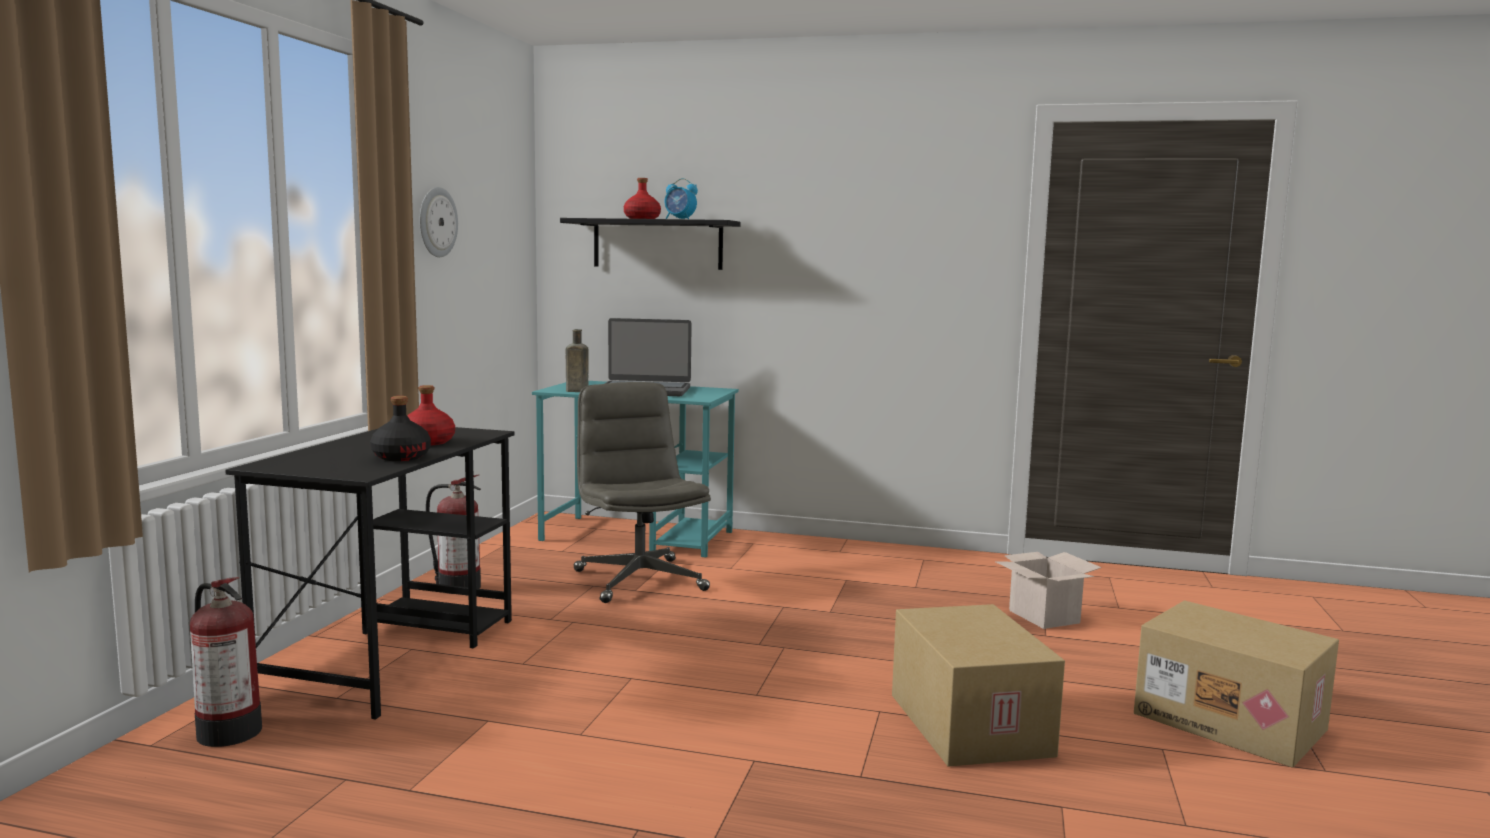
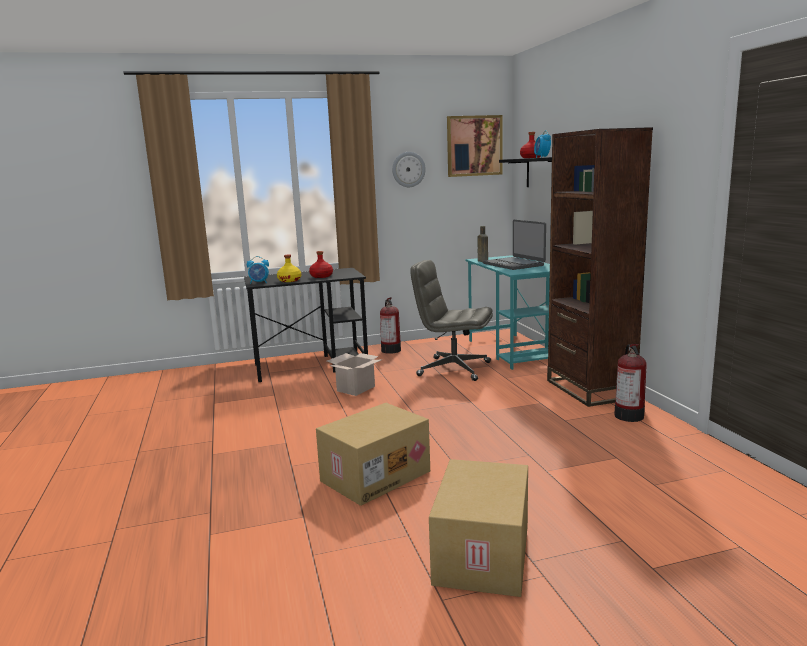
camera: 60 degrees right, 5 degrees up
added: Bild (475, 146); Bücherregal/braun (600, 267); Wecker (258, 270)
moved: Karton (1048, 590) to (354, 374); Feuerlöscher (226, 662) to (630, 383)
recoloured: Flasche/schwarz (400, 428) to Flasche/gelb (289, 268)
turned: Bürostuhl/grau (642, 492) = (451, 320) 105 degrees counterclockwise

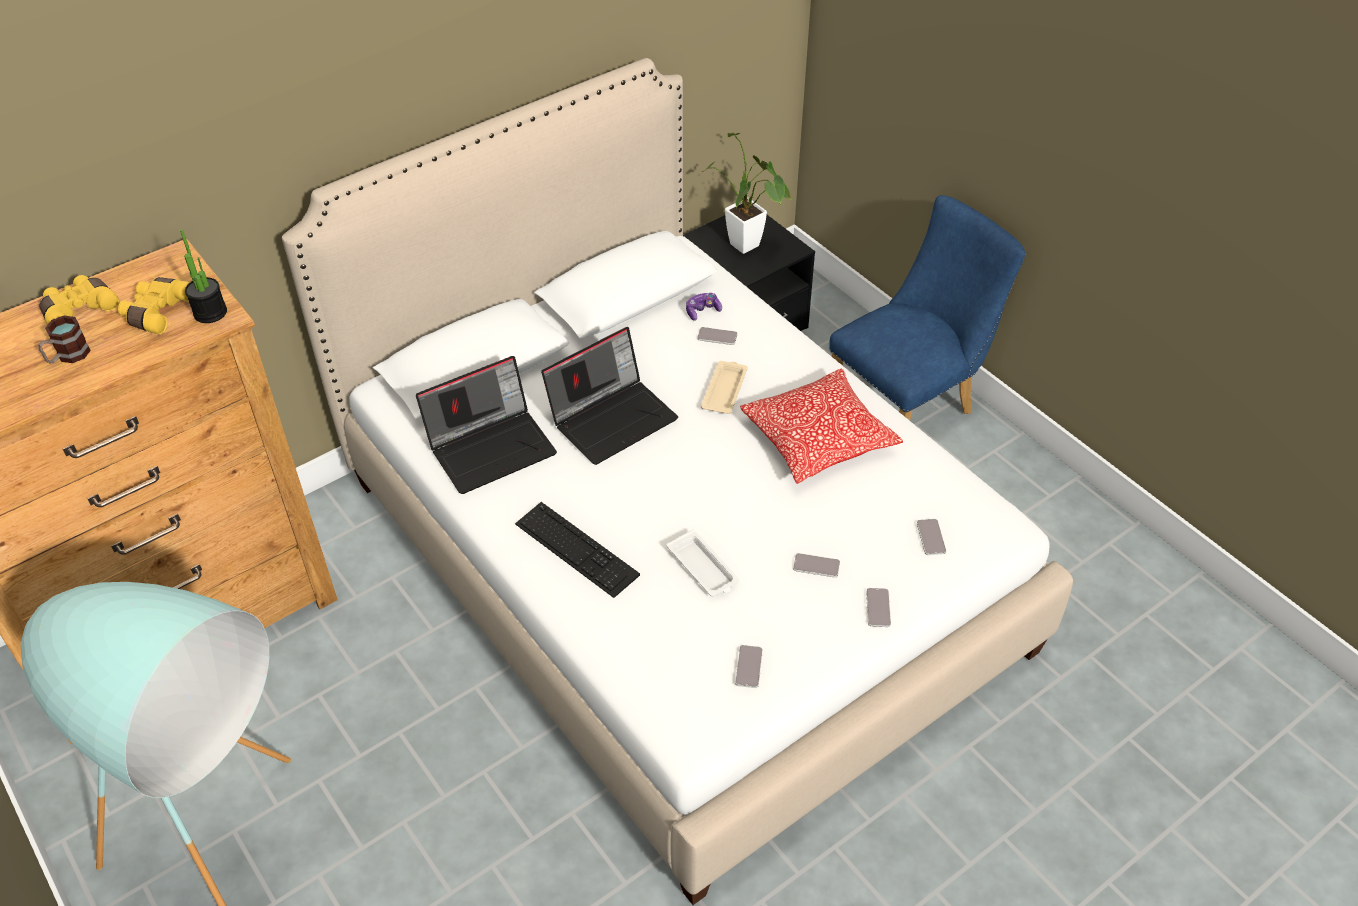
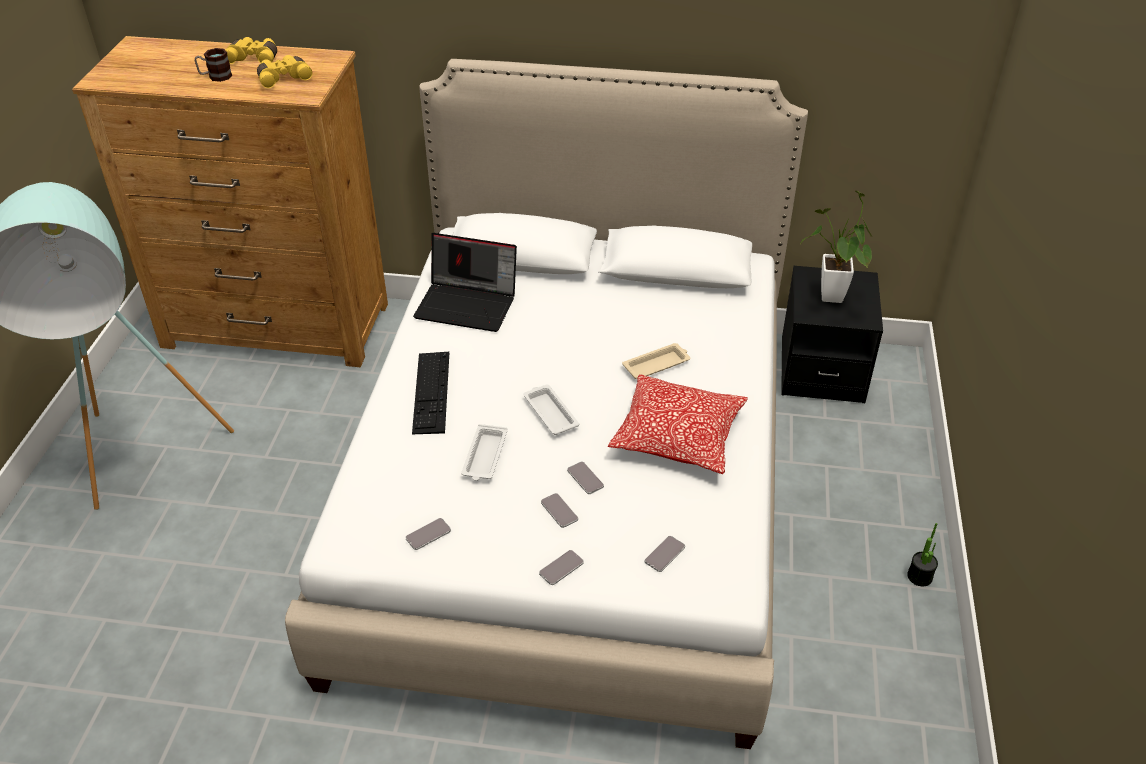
camera: 45 degrees right, 5 degrees down
removed: Stuhl/blau (927, 308); Gamepad (704, 307); Laptop (609, 396)
added: Tablett/weiß (551, 410)
moved: Topfpflanze (203, 276) to (922, 554); Handy (717, 336) to (585, 478)

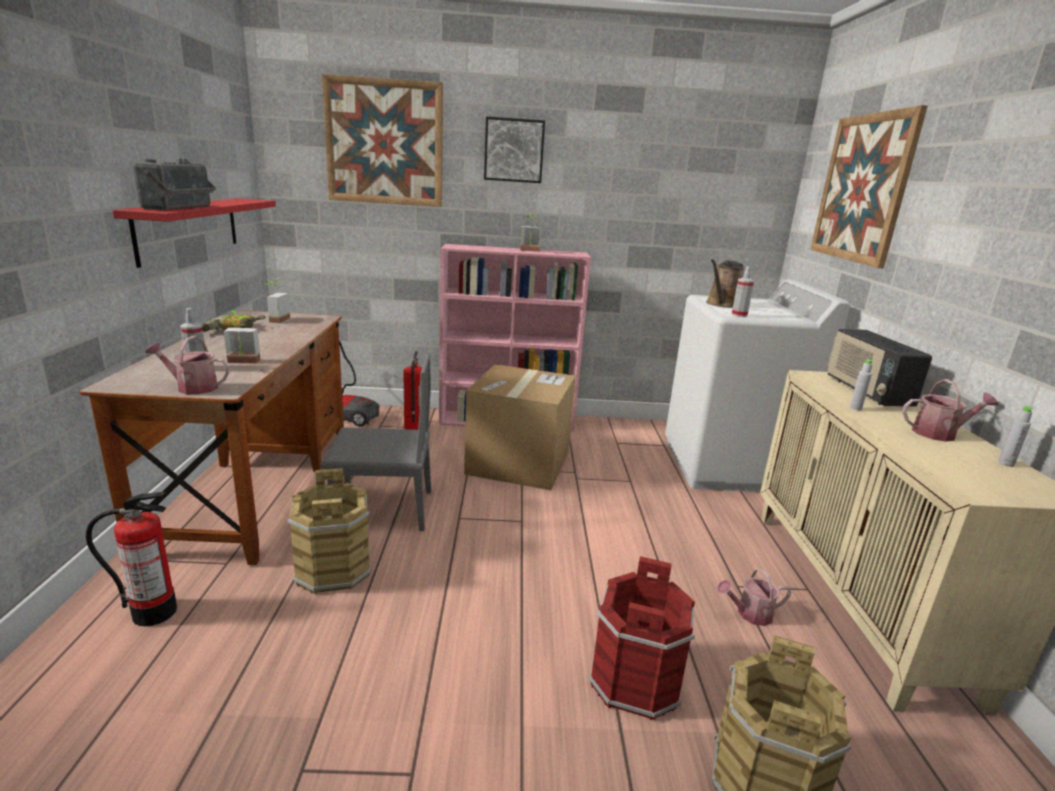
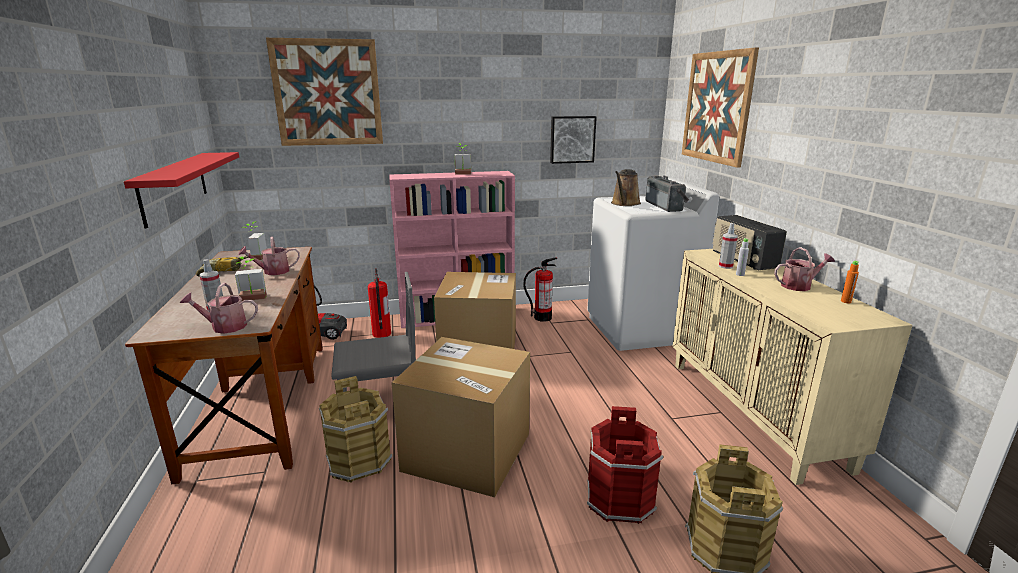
camera: 10 degrees left, 0 degrees up
added: Karton (460, 417)
moved: Bild (514, 150) to (573, 140); Radio (174, 185) to (667, 193); Sprühflasche (742, 291) to (728, 246); Feuerlöscher (131, 559) to (540, 289); Gießkanne (754, 597) to (269, 256)
recoloured: Flasche/grau (1015, 436) to Flasche/orange (850, 282)

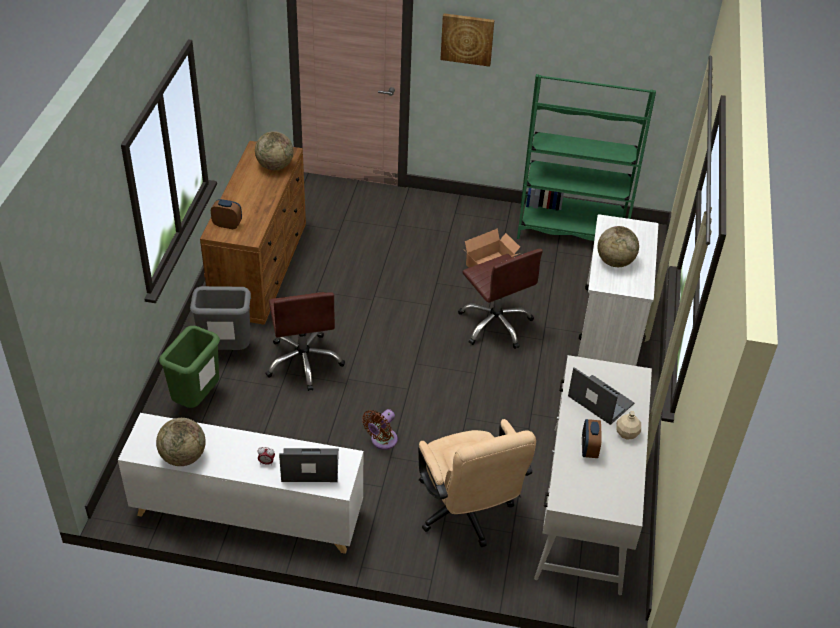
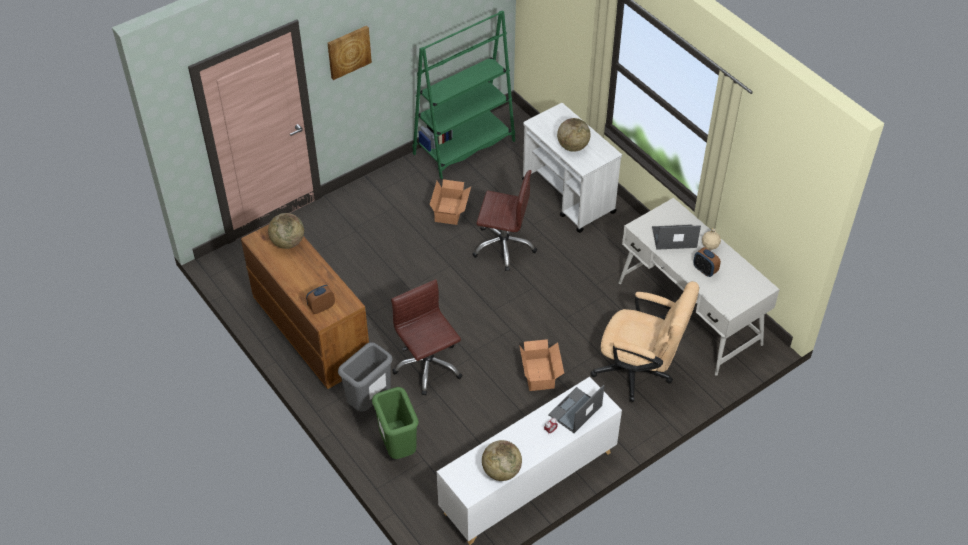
camera: 45 degrees left, 5 degrees up
replaced: Ventilator/braun (380, 429) to Karton (541, 365)
turned: Bürostuhl/braun (305, 341) = (427, 337) 150 degrees counterclockwise

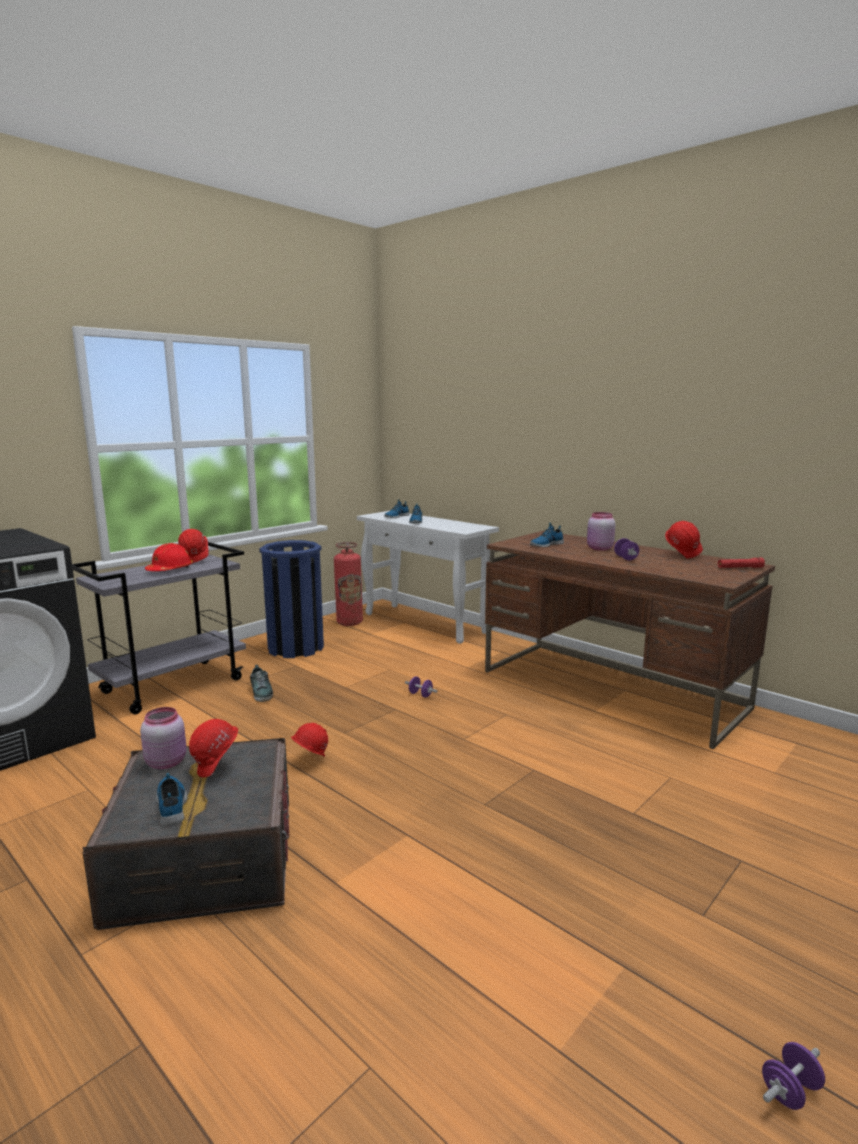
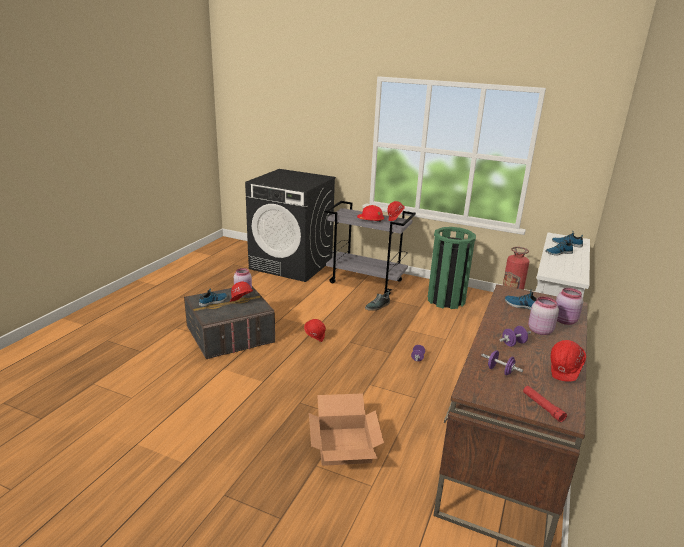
camera: 70 degrees right, 10 degrees up
added: Vorratsglas/rosa (569, 306); Karton (346, 429)
moved: Hantel/lila (793, 1076) to (502, 363)
recoloured: Mülleimer/blau (291, 599) to Mülleimer/grün (452, 268)

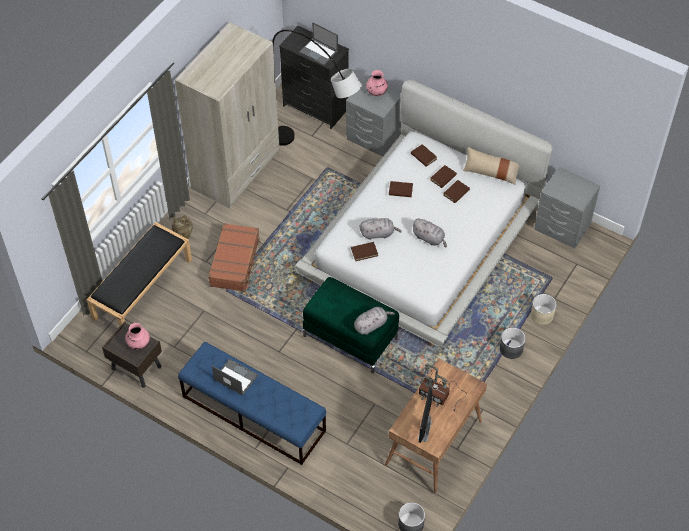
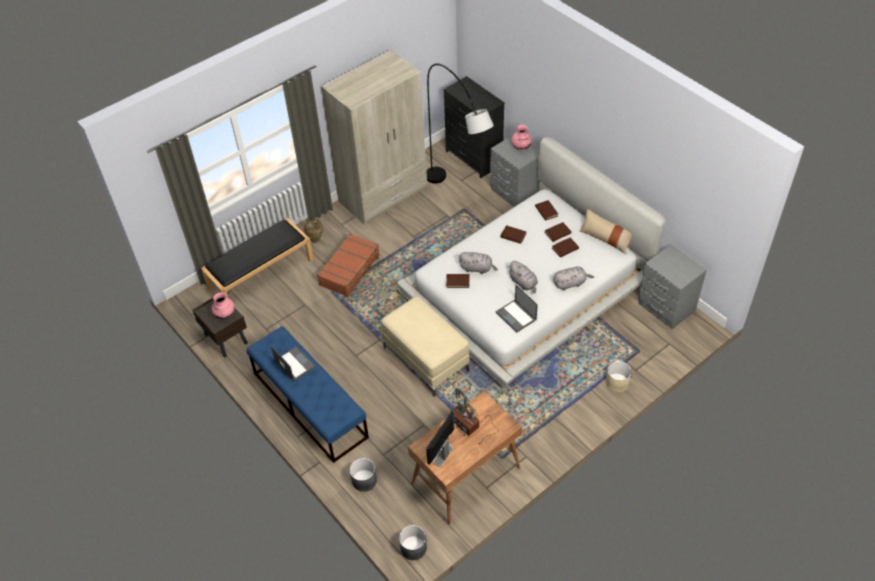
camera: 20 degrees right, 5 degrees down
moved: Laptop (318, 44) to (517, 309); Plüschtier/grau (374, 321) to (573, 278); Pflanzkübel/grau (513, 343) to (363, 475)
recoloured: Polsterhocker/grün (351, 325) to Polsterhocker/beige (425, 346)

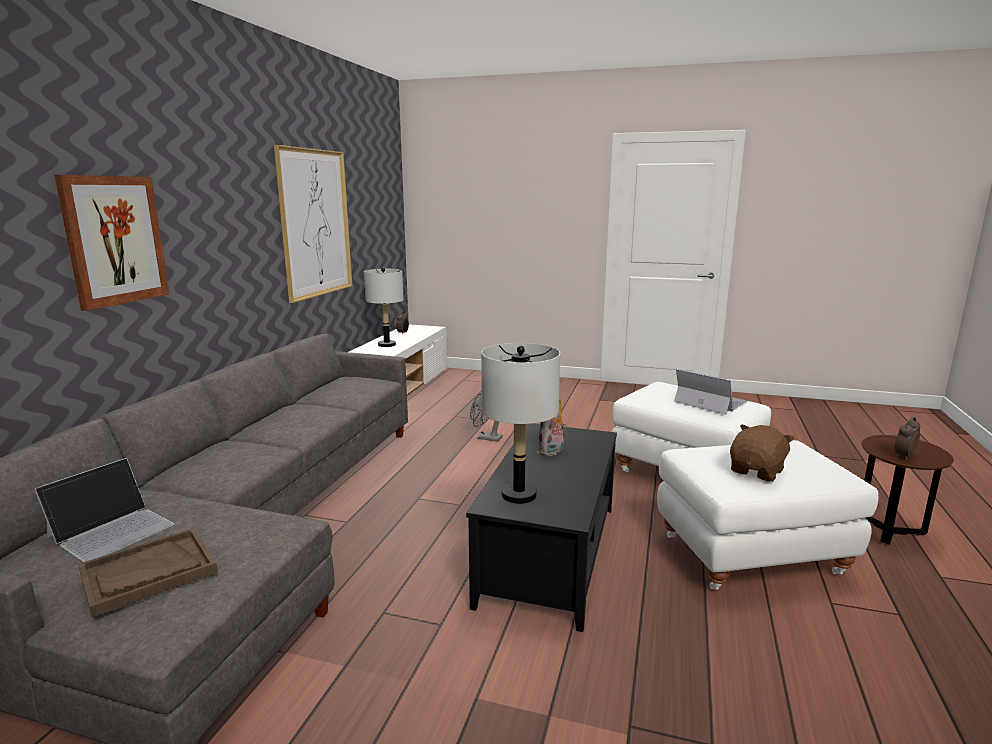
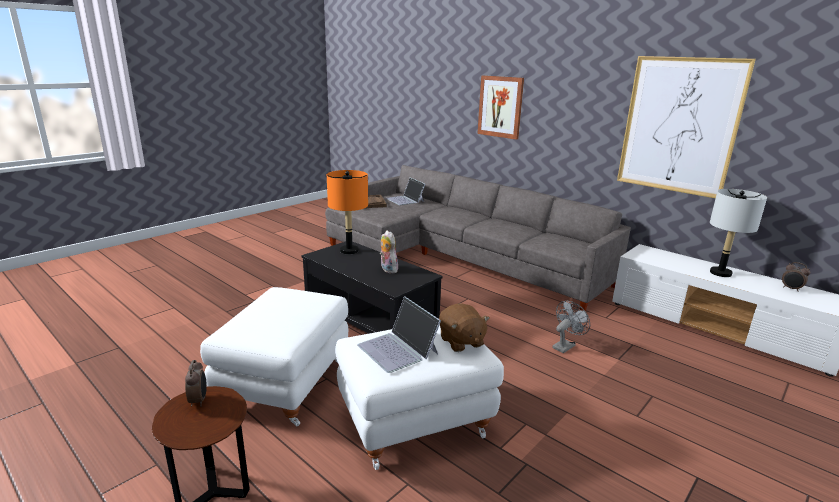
camera: 115 degrees right, 5 degrees up
moved: Plüschtier/braun (762, 453) to (464, 328)
recoloured: Tischlampe/grau (520, 423) to Tischlampe/orange (347, 212)
turned: Laptop (711, 392) = (399, 334) 75 degrees clockwise

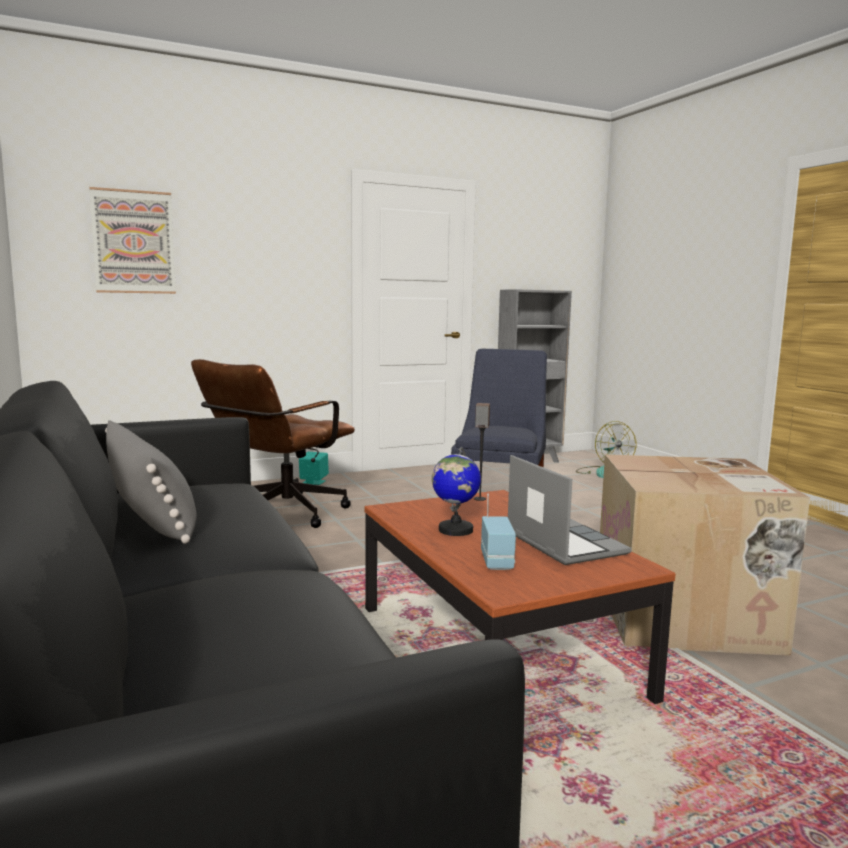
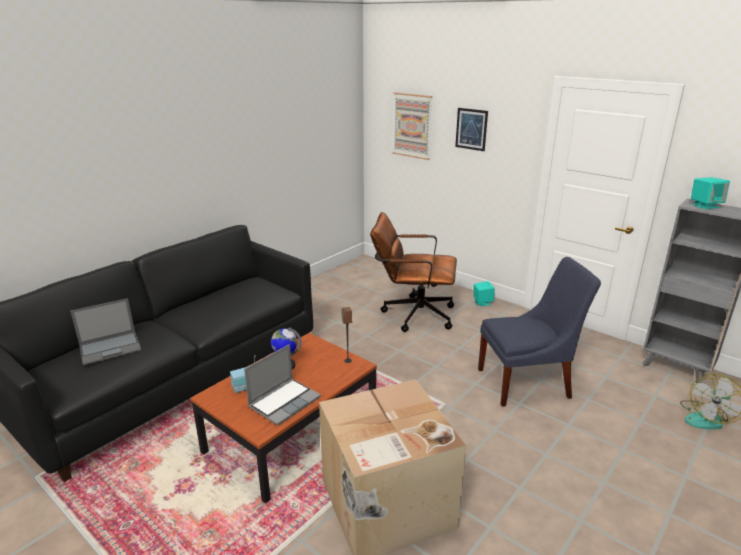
camera: 65 degrees right, 15 degrees up
removed: Kissen/grau (151, 482)
added: Bild (471, 129); Lautsprecher/türkis (710, 193); Laptop (105, 331)

